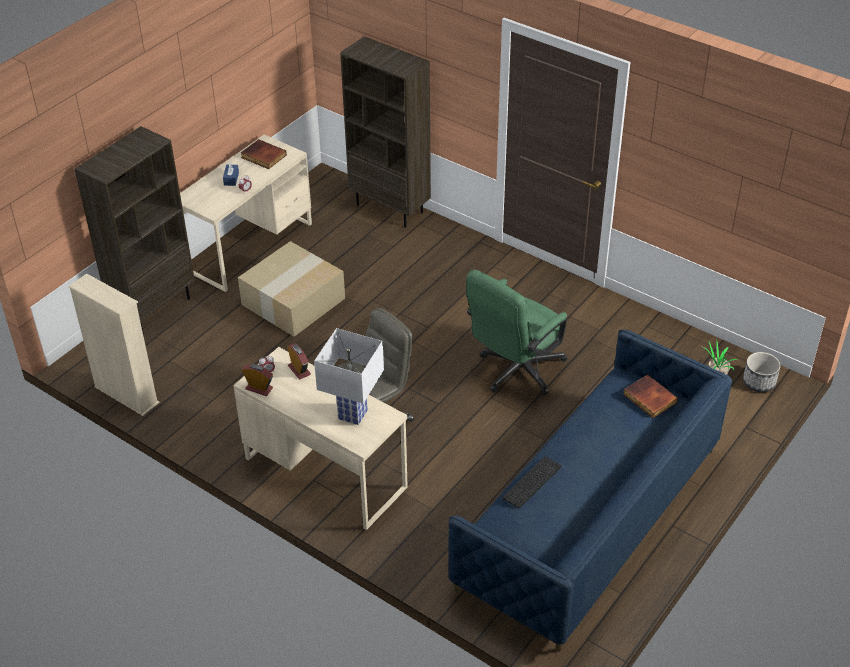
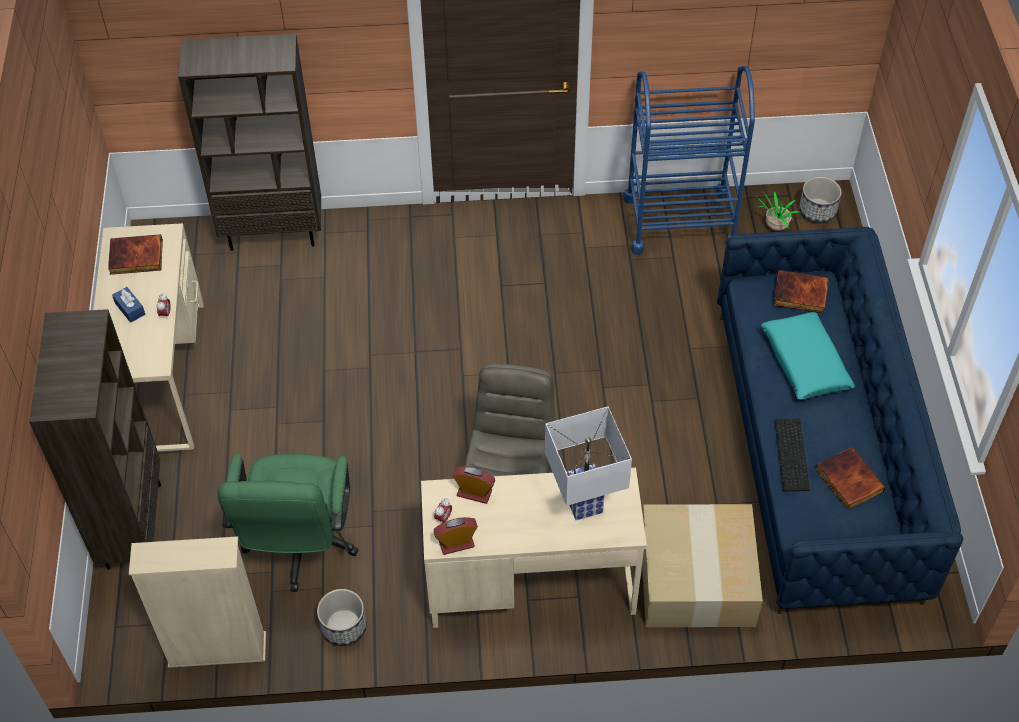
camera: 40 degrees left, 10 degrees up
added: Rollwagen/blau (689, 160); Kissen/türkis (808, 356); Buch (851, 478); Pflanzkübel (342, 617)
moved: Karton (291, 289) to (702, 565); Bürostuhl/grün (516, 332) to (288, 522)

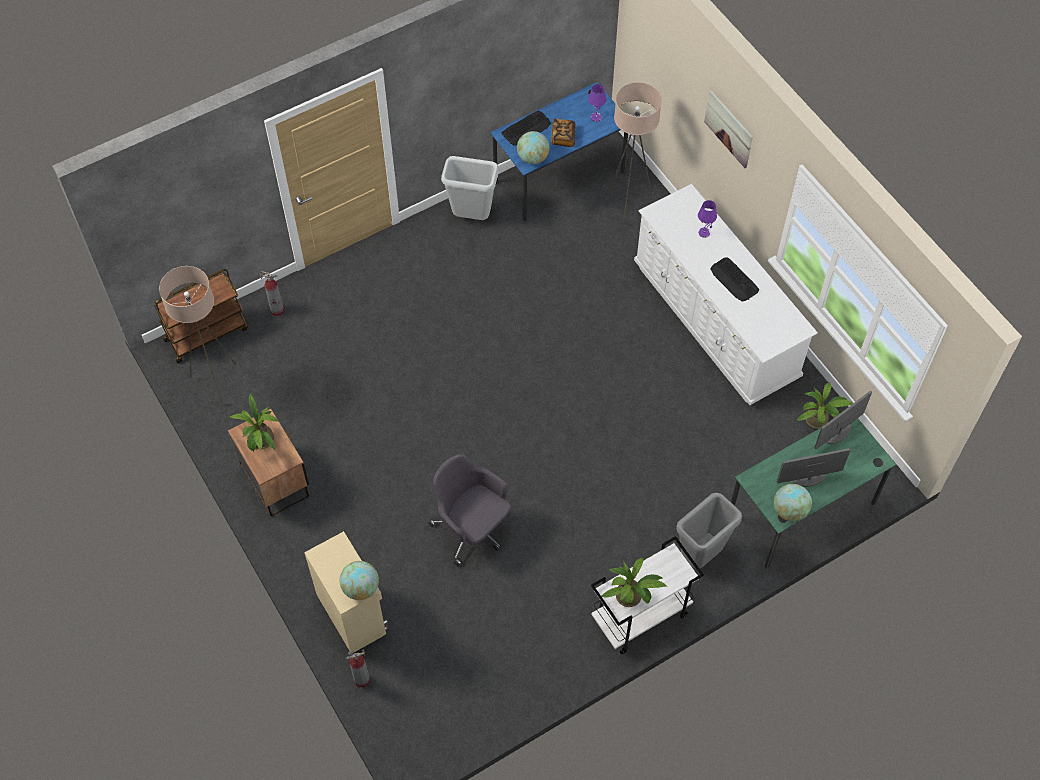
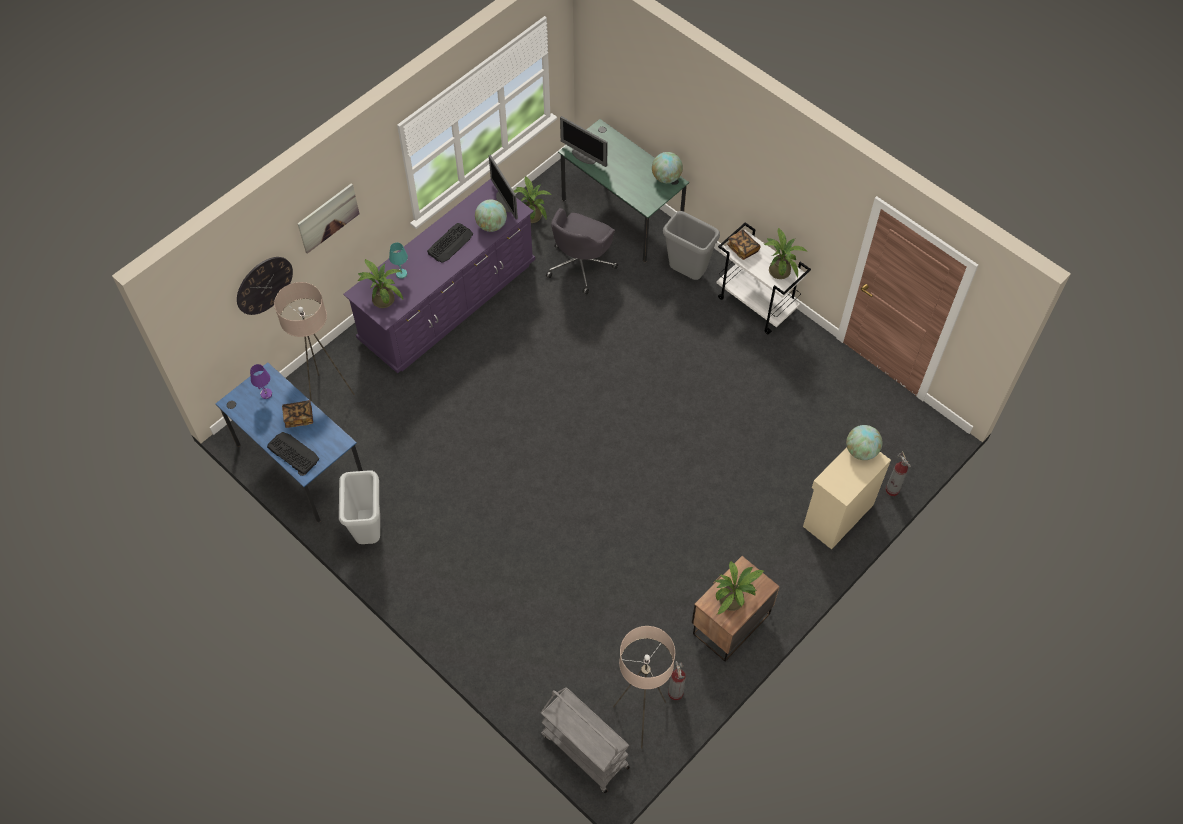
camera: 105 degrees left, 0 degrees up
added: Buch (744, 245); Wanduhr (265, 286); Topfpflanze (380, 283)
moved: Globus (533, 147) to (491, 215); Feuerlöscher (272, 293) to (677, 680); Monitor (813, 467) to (503, 187); Bürostuhl/grau (469, 510) to (582, 251)
recoloured: Kommode/weiß (726, 294) to Kommode/lila (439, 276); Tischlampe/lila (707, 219) to Tischlampe/türkis (398, 261); Rollwagen/braun (201, 316) to Rollwagen/grau (585, 740)

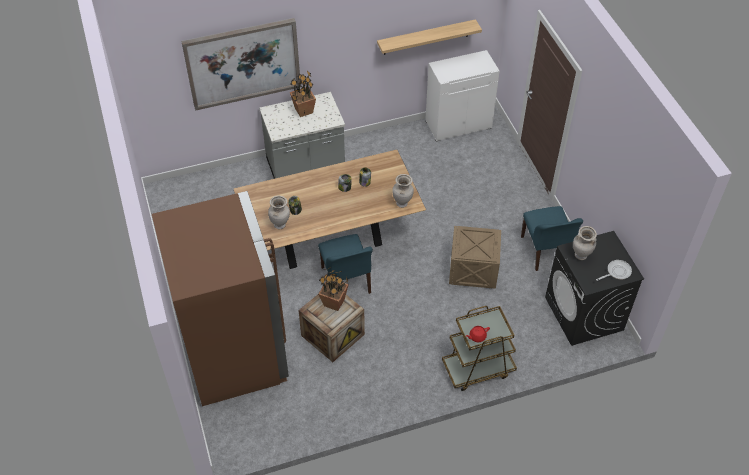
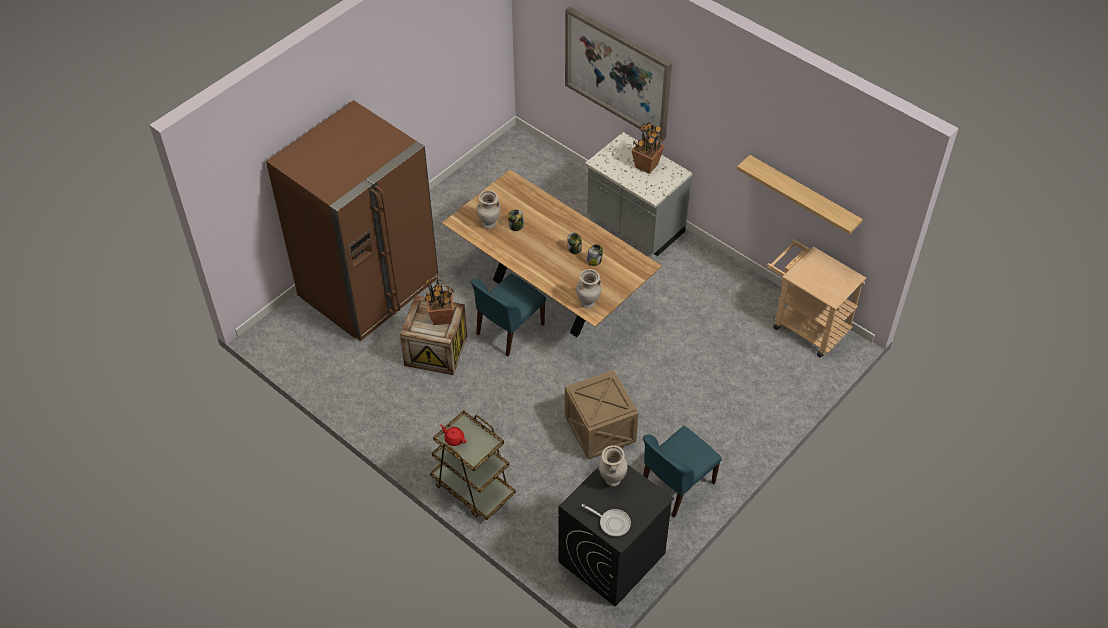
camera: 60 degrees right, 0 degrees up
replaced: Schrank/weiß (462, 95) to Rollwagen/beige (816, 298)

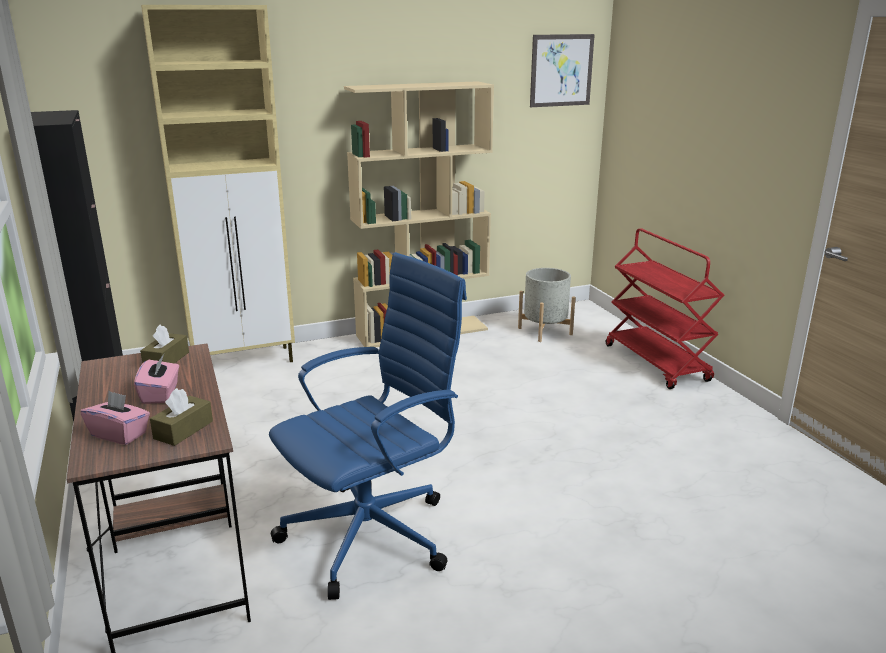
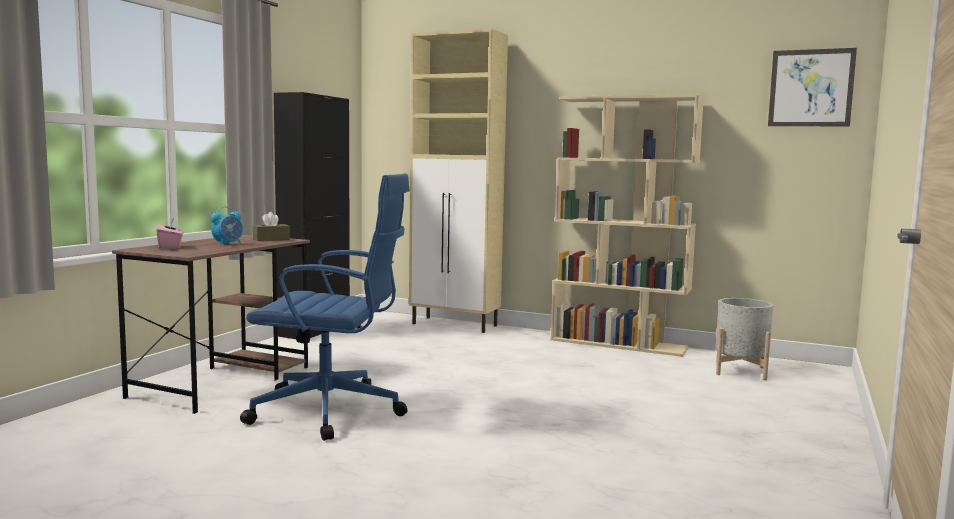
camera: 45 degrees right, 15 degrees down
removed: Rollwagen/rot (665, 308); Taschentuchbox/braun (181, 417)
replaced: Taschentuchbox/rosa (156, 379) to Wecker (227, 225)

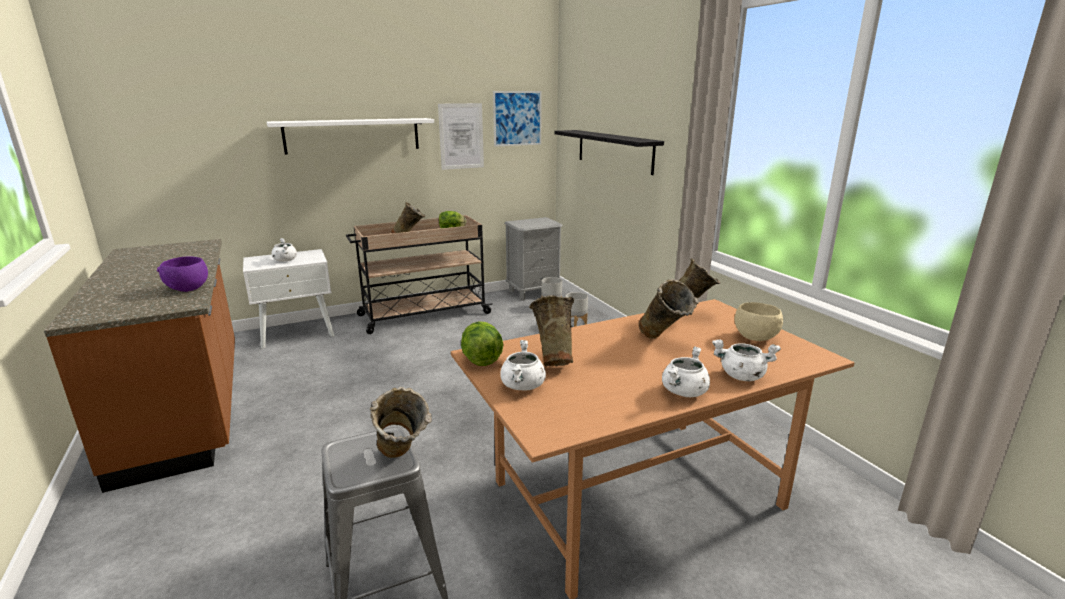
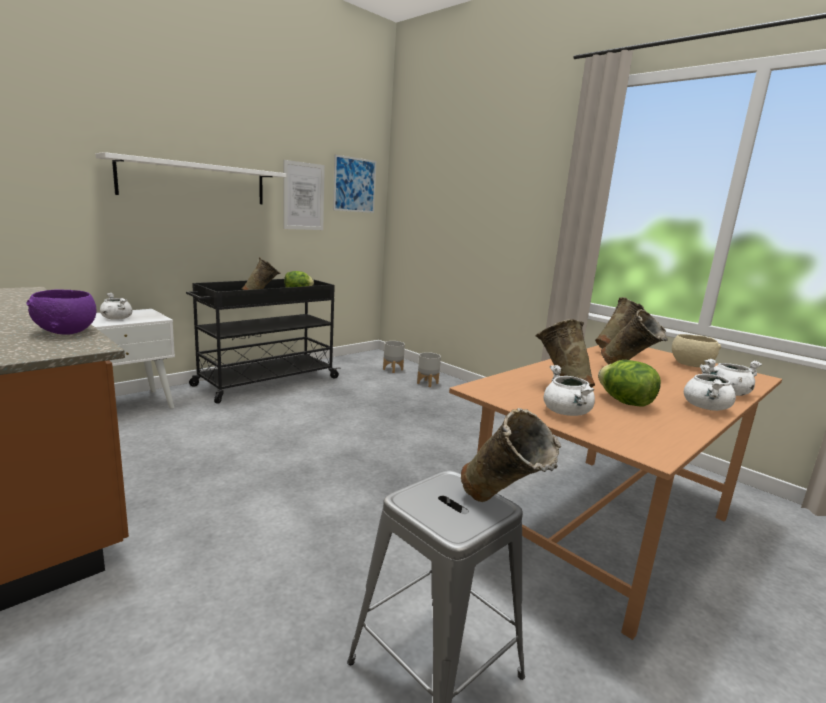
camera: 20 degrees left, 5 degrees down
removed: Wandregal/schwarz (609, 152); Nachttisch/grau (533, 259)
moved: Salatkopf (482, 343) to (629, 383)
recoloured: Rollwagen/beige (419, 274) to Rollwagen/schwarz (263, 341)

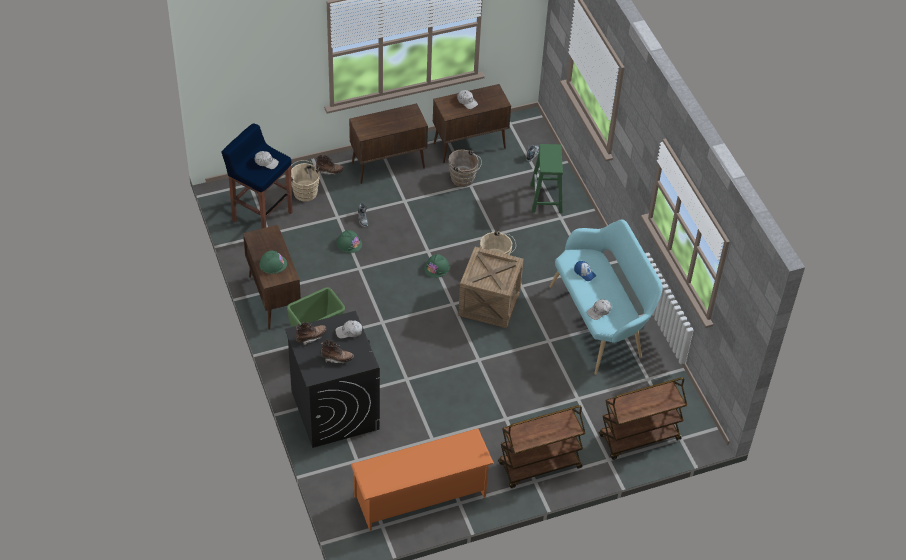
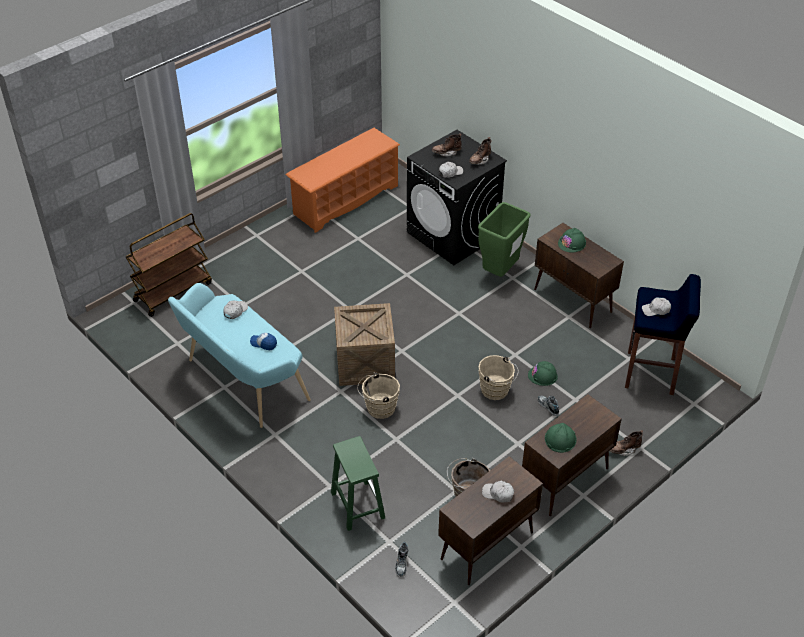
camera: 160 degrees right, 5 degrees down
removed: Rollwagen/braun (541, 446)
moved: Eimer/beige (305, 180) to (499, 377); Schutzhelm/grün (436, 266) to (561, 438)

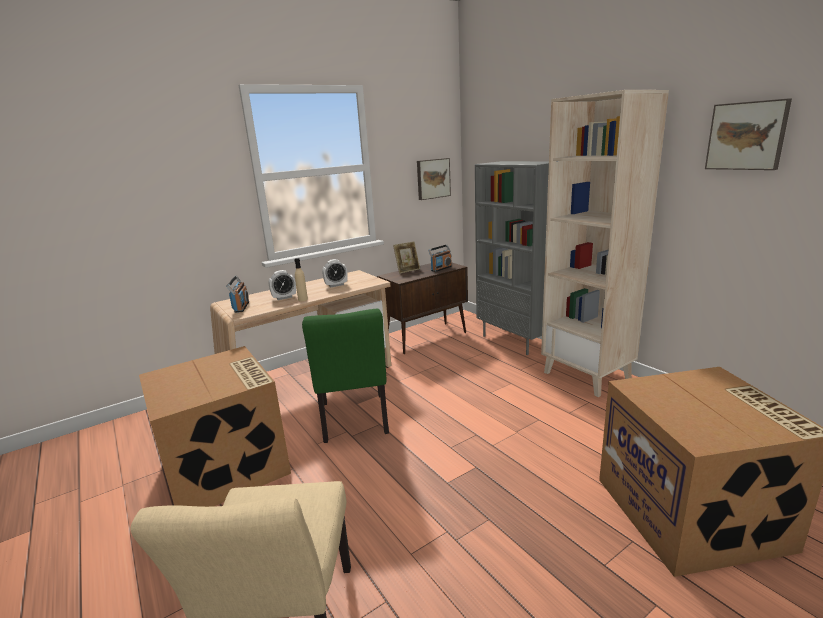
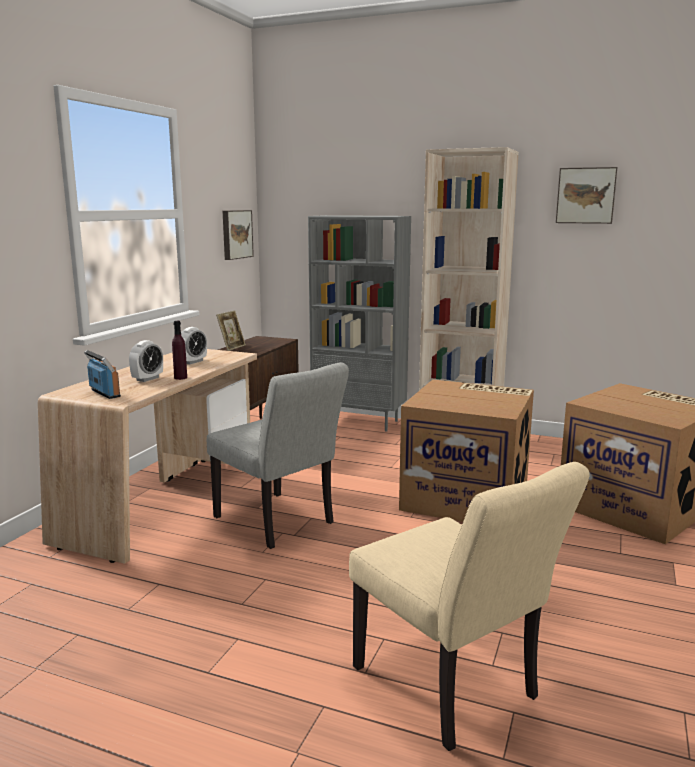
camera: 35 degrees left, 5 degrees down
removed: Radio (440, 258)
moved: Karton (215, 426) to (466, 451)
recoloured: Flasche/beige (301, 280) to Flasche/lila (179, 350); Stuhl/grün (345, 376) to Stuhl/grau (278, 455)

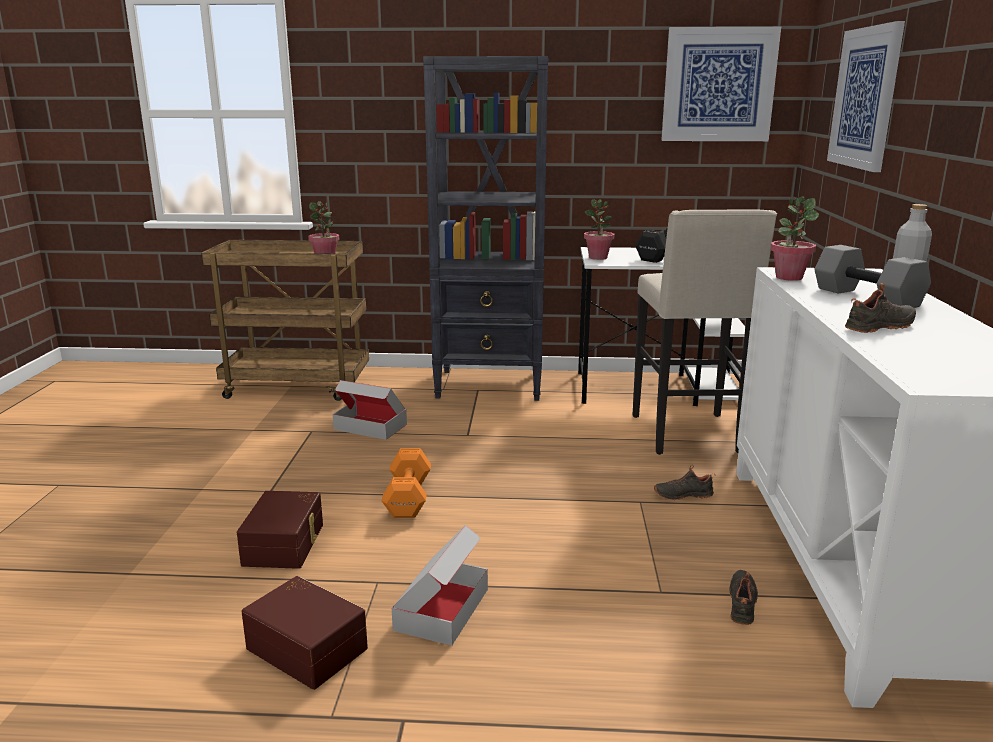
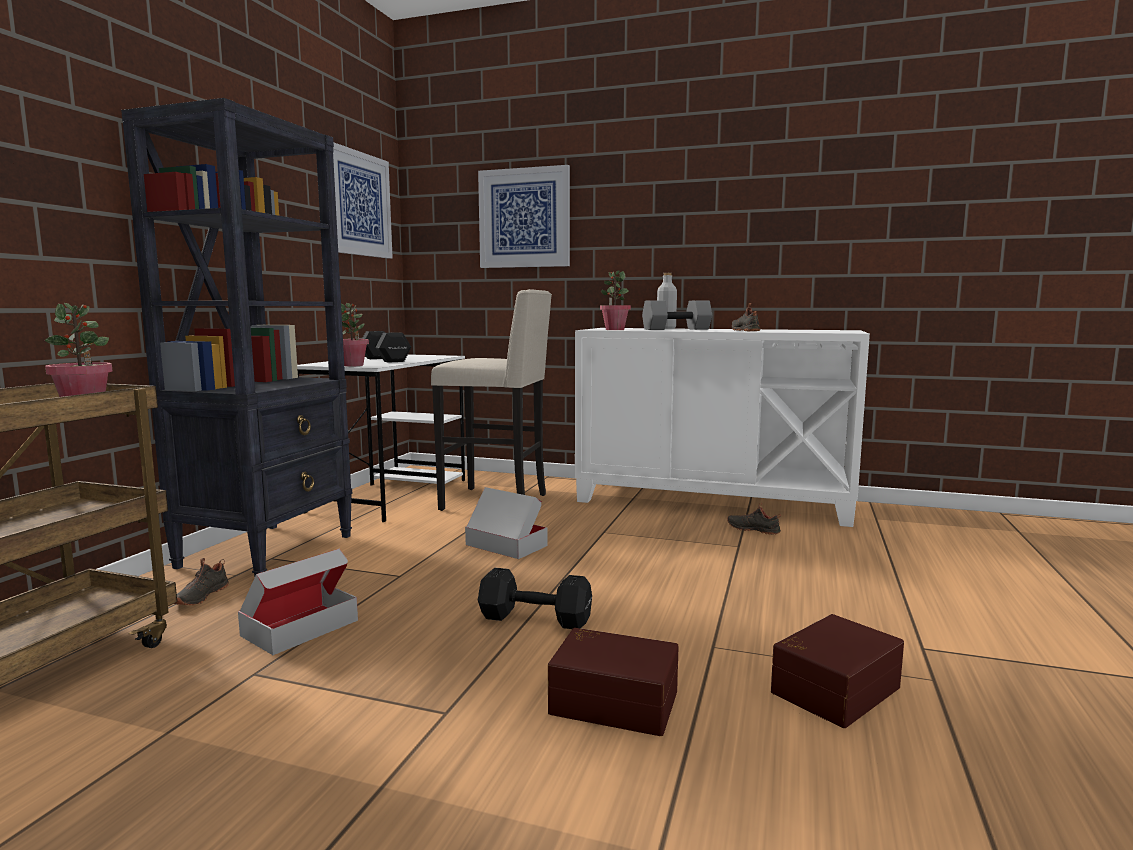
camera: 75 degrees left, 10 degrees down
moved: Schuh/schwarz (684, 482) to (201, 581); Karton (440, 585) to (506, 523)
recoloured: Hantel/orange (406, 483) to Hantel/schwarz (535, 598)

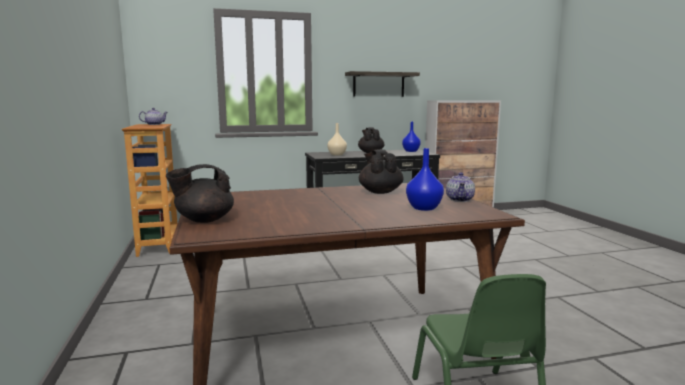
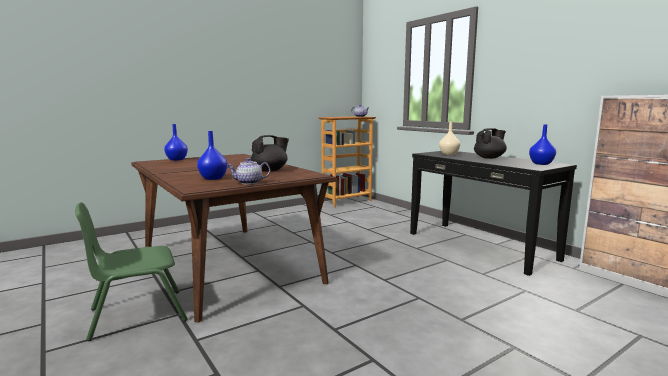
camera: 70 degrees right, 0 degrees up
removed: Wandregal (382, 84)
replaced: Teekanne/schwarz (200, 193) to Vase/blau (176, 142)

